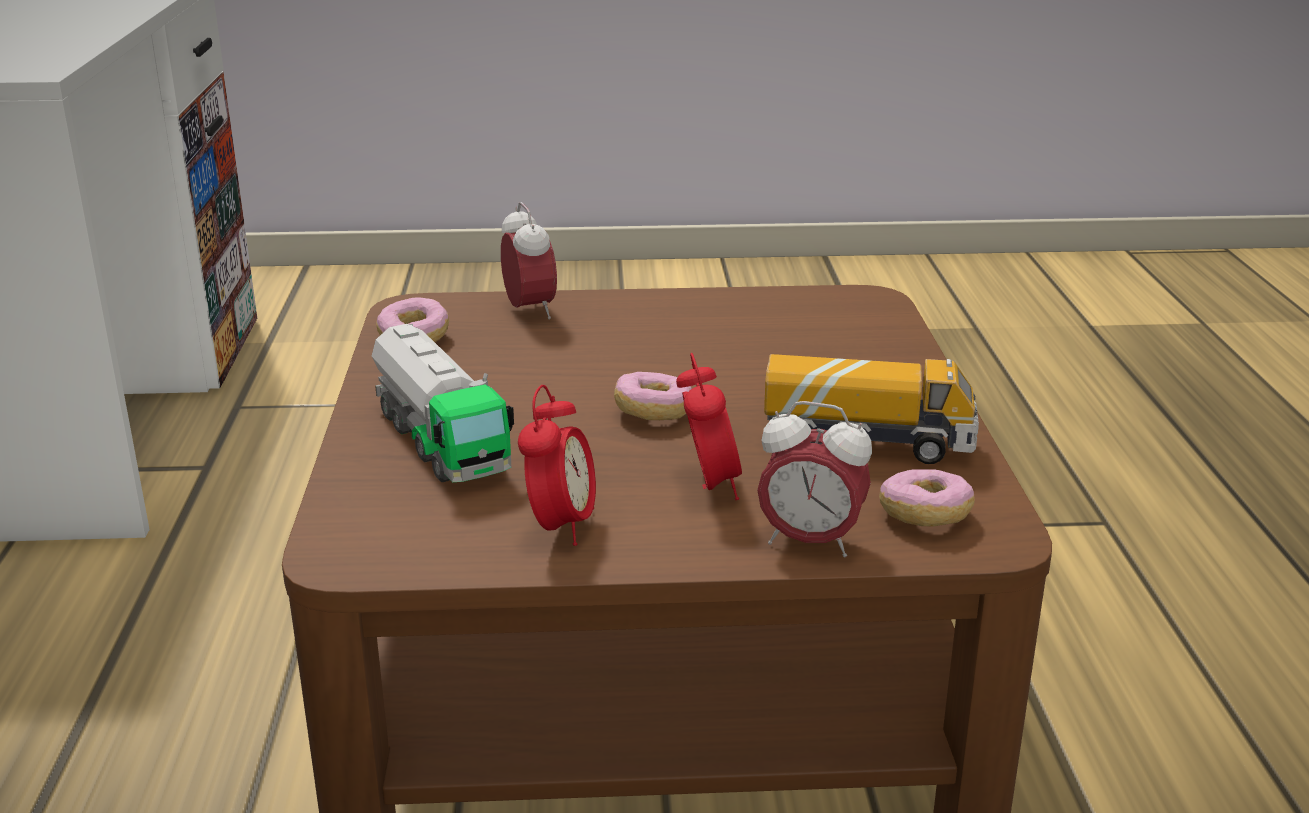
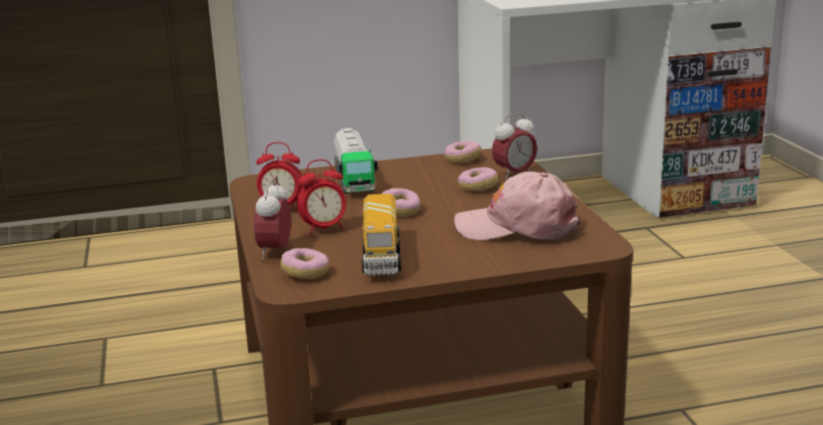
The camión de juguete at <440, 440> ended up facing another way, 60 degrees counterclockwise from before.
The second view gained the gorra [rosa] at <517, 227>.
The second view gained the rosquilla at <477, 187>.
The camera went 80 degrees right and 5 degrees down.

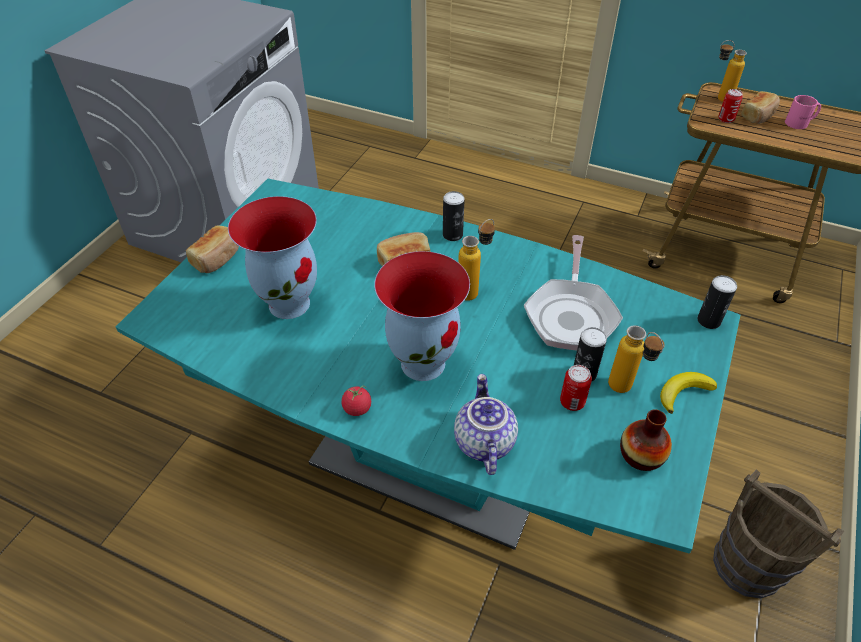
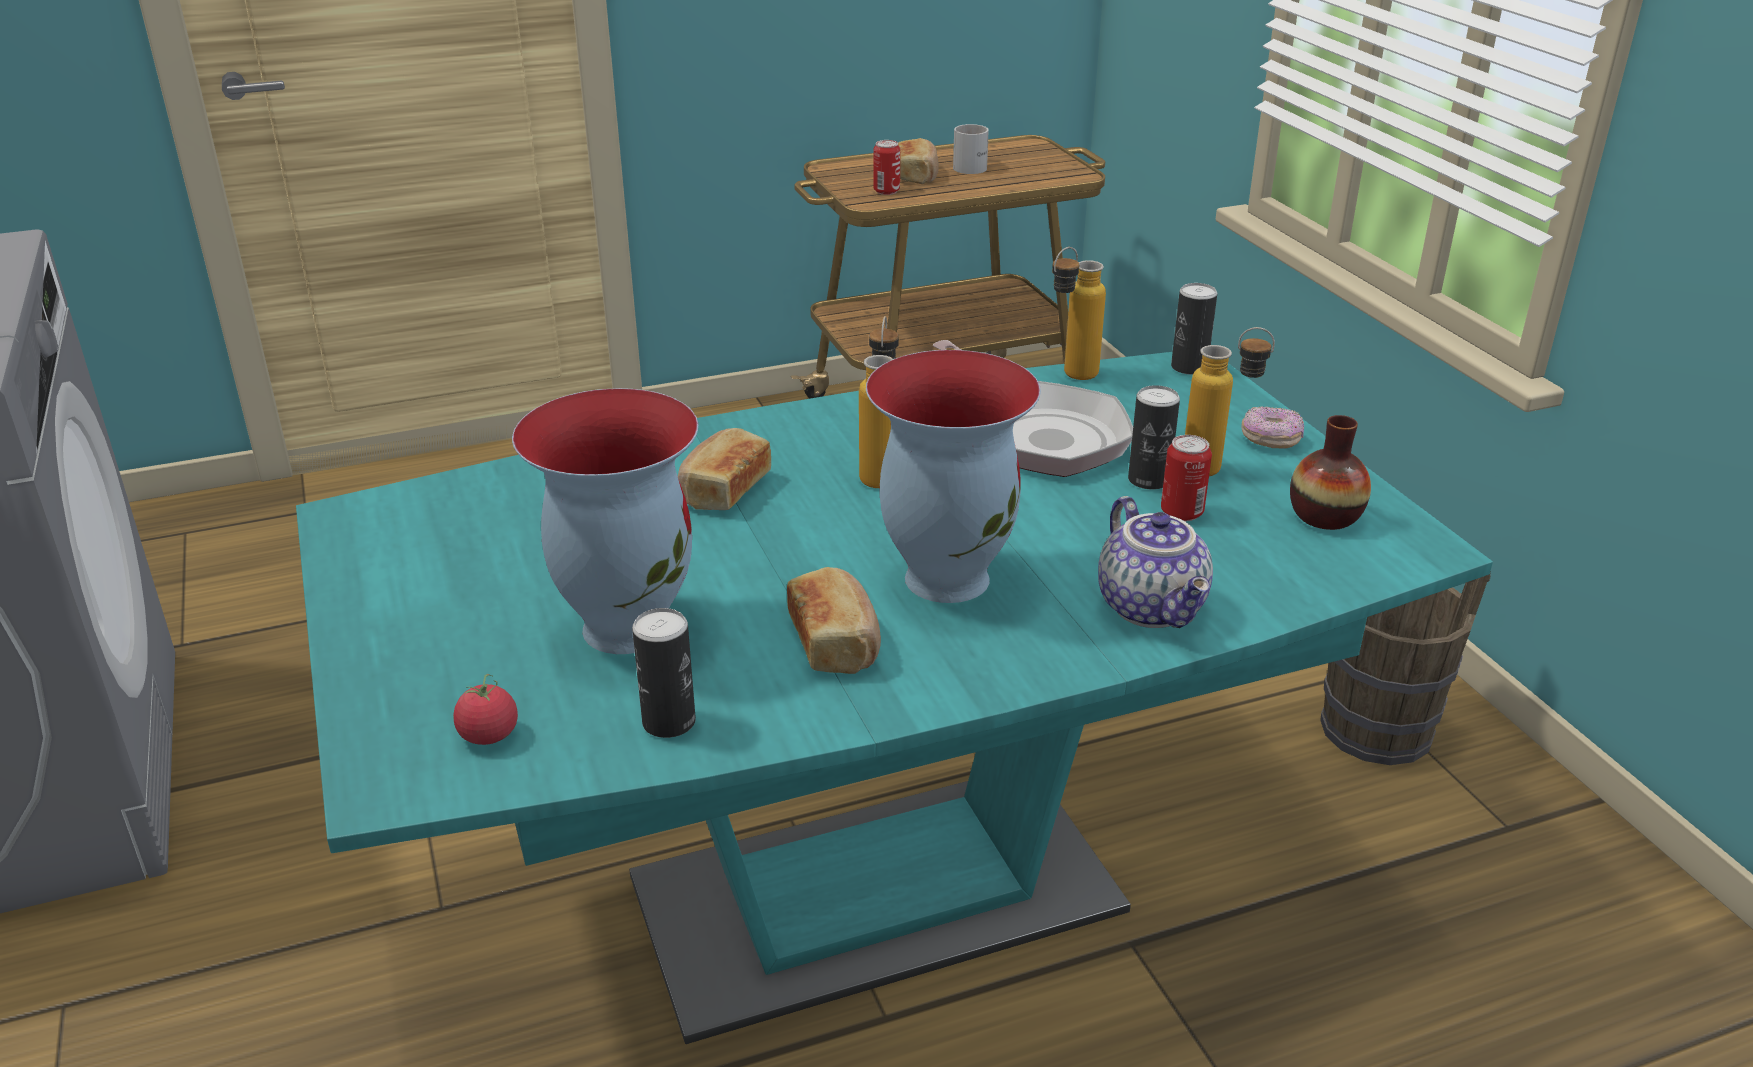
The pan ended up elsewhere, having gone from <217, 258> to <836, 642>.
The tomate ended up elsewhere, having gone from <357, 408> to <489, 735>.
The lata ended up elsewhere, having gone from <452, 235> to <669, 722>.
The tetera at <482, 442> ended up facing another way, 150 degrees counterclockwise from before.
Where the plátano stood at <683, 392>, the rosquilla came to stand at <1270, 440>.
The botella ended up elsewhere, having gone from <718, 99> to <1070, 377>.
What was the taza grande [rosa] at <800, 123> turned into the taza grande [blanco] at <974, 166>.
The camera went 45 degrees left and 15 degrees down.

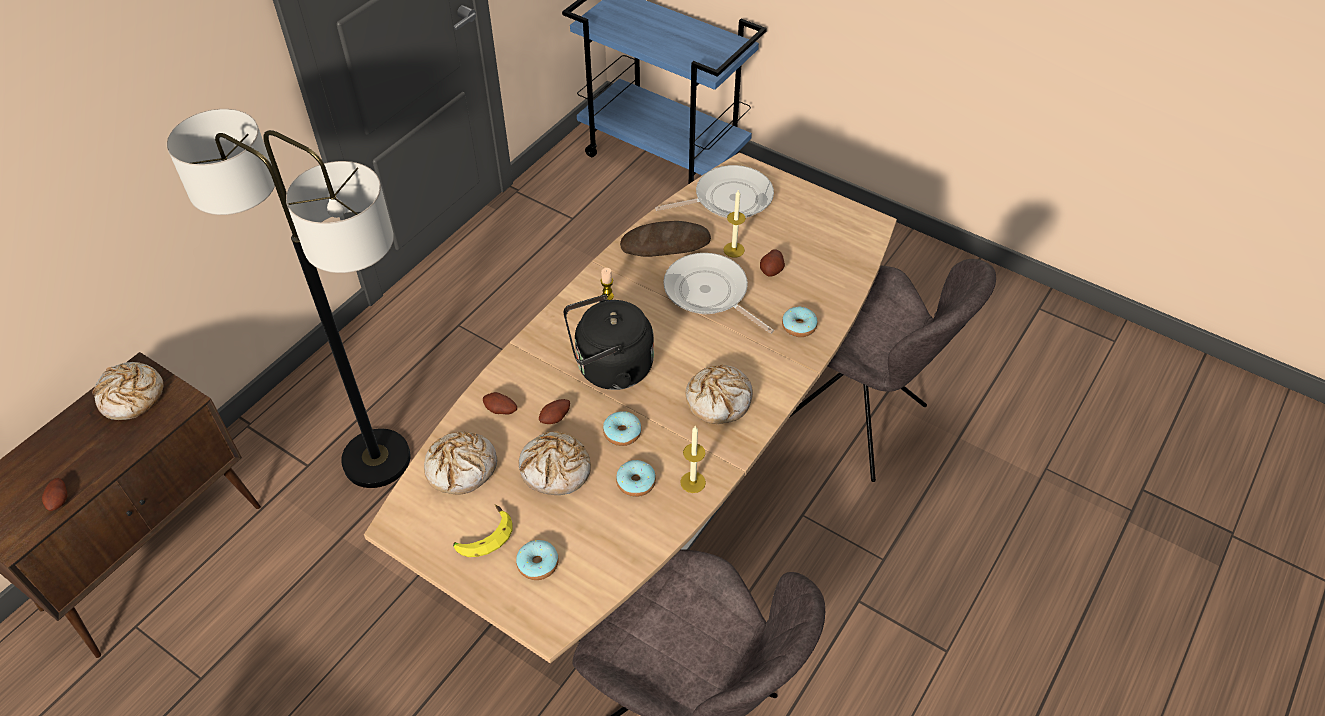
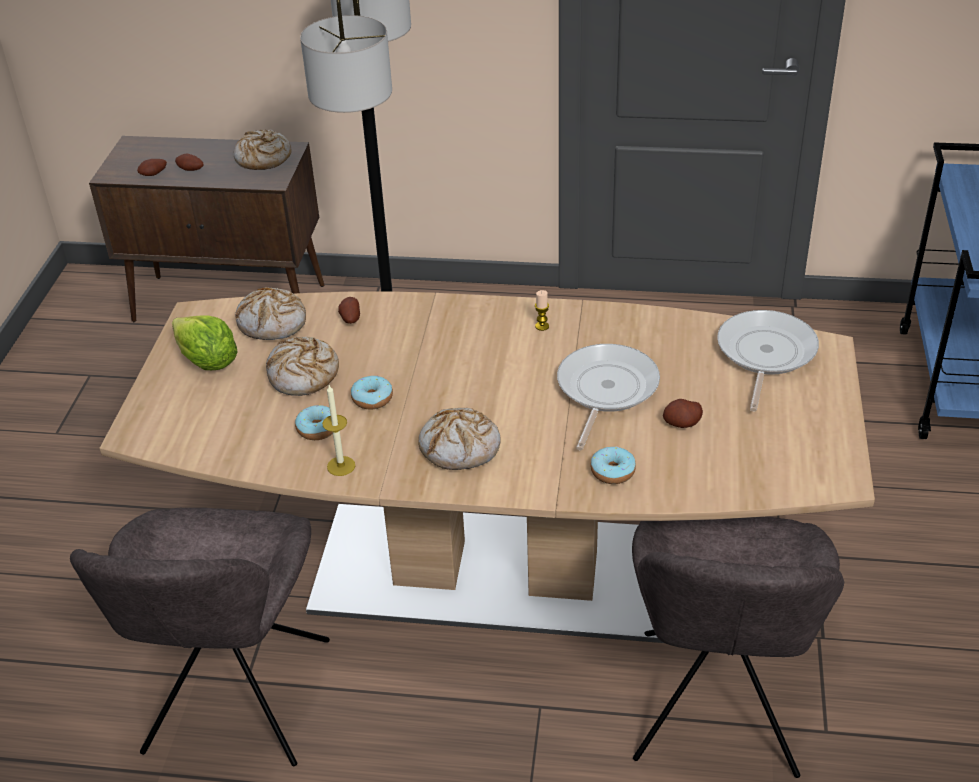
Where the plátano stood at <483, 535>, the lechuga came to stand at <208, 362>.
The second view lost the rosquilla at <538, 564>.
The patata ended up elsewhere, having gone from <556, 418> to <190, 170>.
The second view lost the hervidor [negro] at <610, 368>.
The second view lost the pan at <665, 244>.
The sartén at <728, 199> ended up facing another way, 120 degrees counterclockwise from before.
The second view lost the vela at <734, 250>.
The camera went 65 degrees right and 10 degrees down.

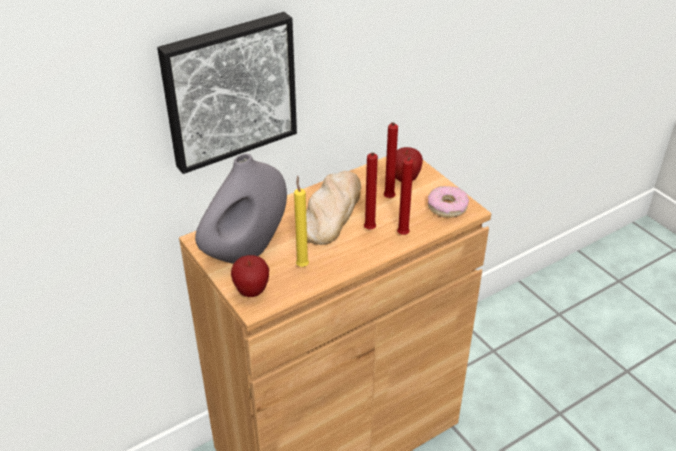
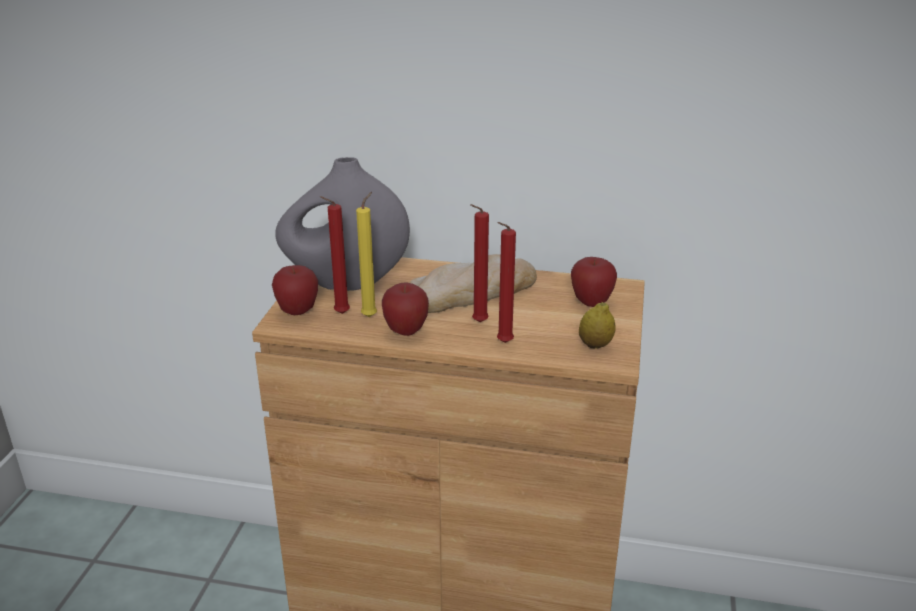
The second view lost the cuadro at <229, 90>.
The vela [rojo] ended up elsewhere, having gone from <388, 199> to <339, 314>.
Where the rosquilla stood at <447, 207>, the limón came to stand at <595, 345>.
The second view gained the manzana at <406, 331>.
The camera went 45 degrees right and 10 degrees down.

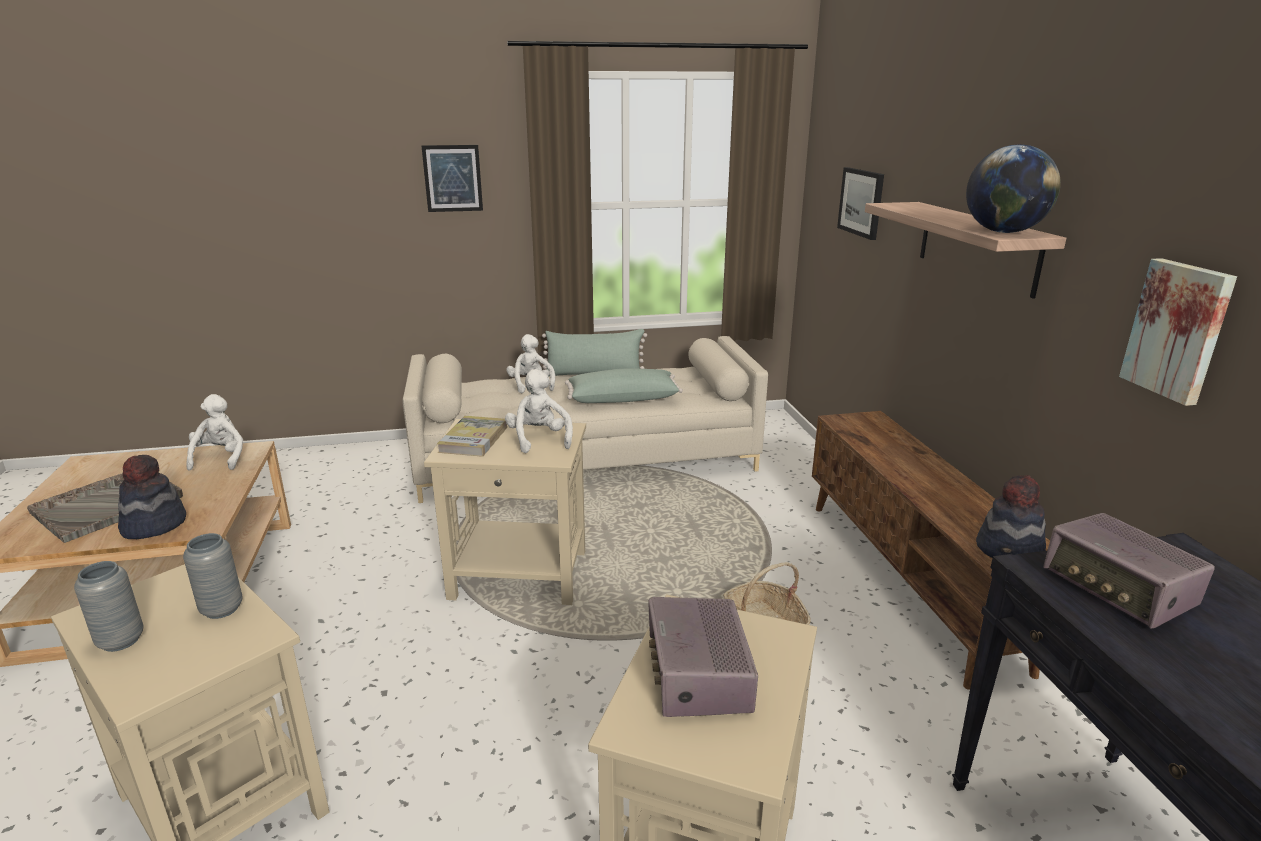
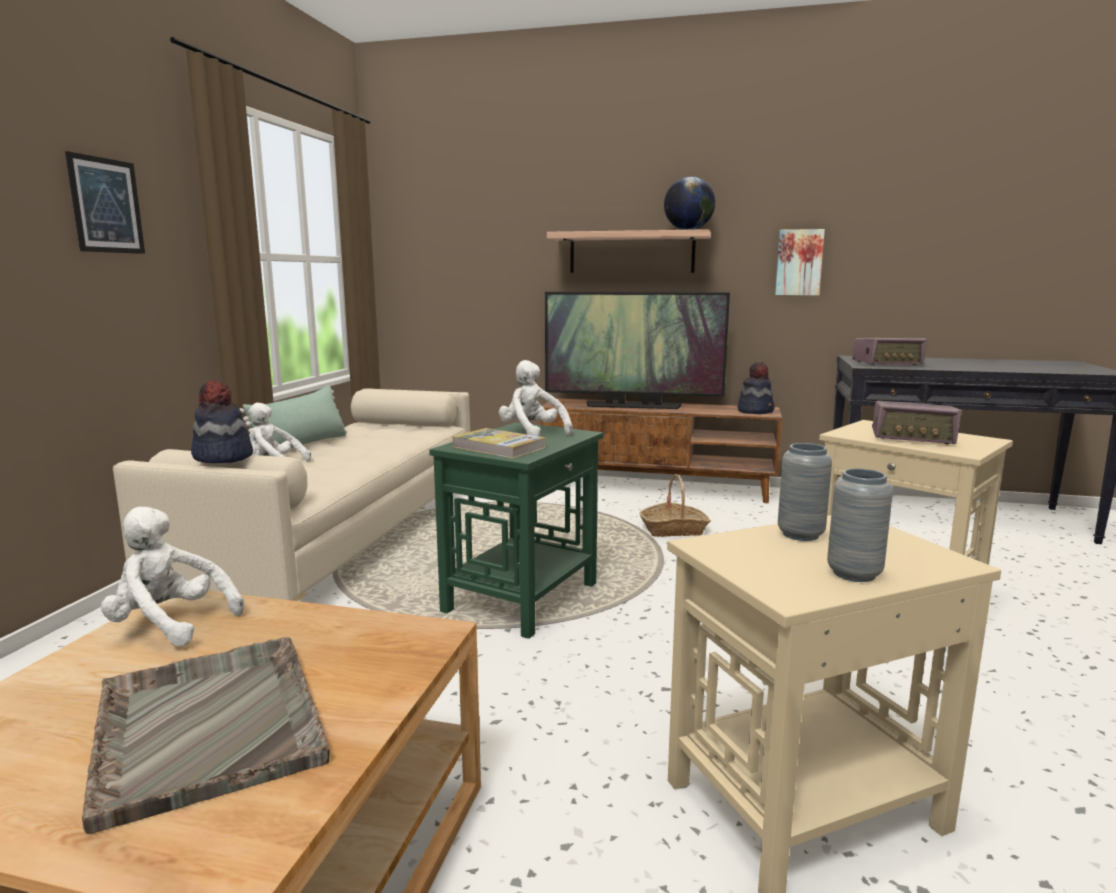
The sombrero ended up elsewhere, having gone from <154, 525> to <222, 457>.
What was the mesa auxiliar [beis] at <518, 575> turned into the mesa auxiliar [verde] at <522, 598>.
The peluche [blanco] at <539, 439> ended up facing another way, 45 degrees clockwise from before.
The second view lost the cojín [verde] at <622, 398>.
The second view lost the cuadro at <861, 202>.
The second view gained the televisor at <633, 406>.
The camera went 65 degrees left and 10 degrees down.

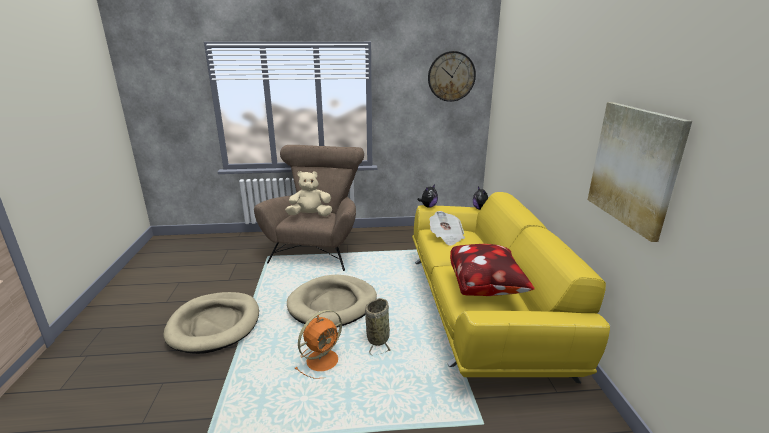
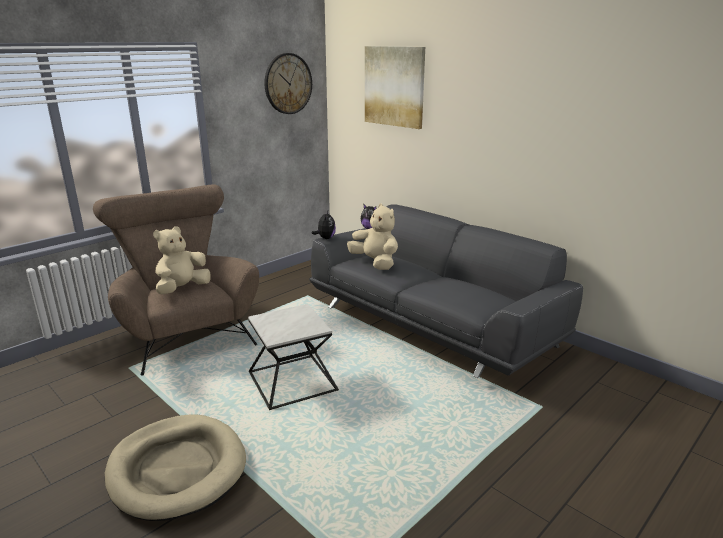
Where the cama para perro [beis] stood at <333, 304>, the mesa auxiliar came to stand at <292, 381>.
The second view lost the ventilador [naranja] at <323, 360>.
The second view lost the cesta at <378, 337>.
What was the sofá [amarillo] at <483, 309> turned into the sofá [gris] at <433, 325>.
Where the periódico stood at <446, 237>, the peluche [beis] came to stand at <375, 263>.
The second view lost the cojín at <486, 287>.
The cuadro ended up elsewhere, having gone from <634, 167> to <394, 86>.
The camera went 40 degrees left and 0 degrees up.

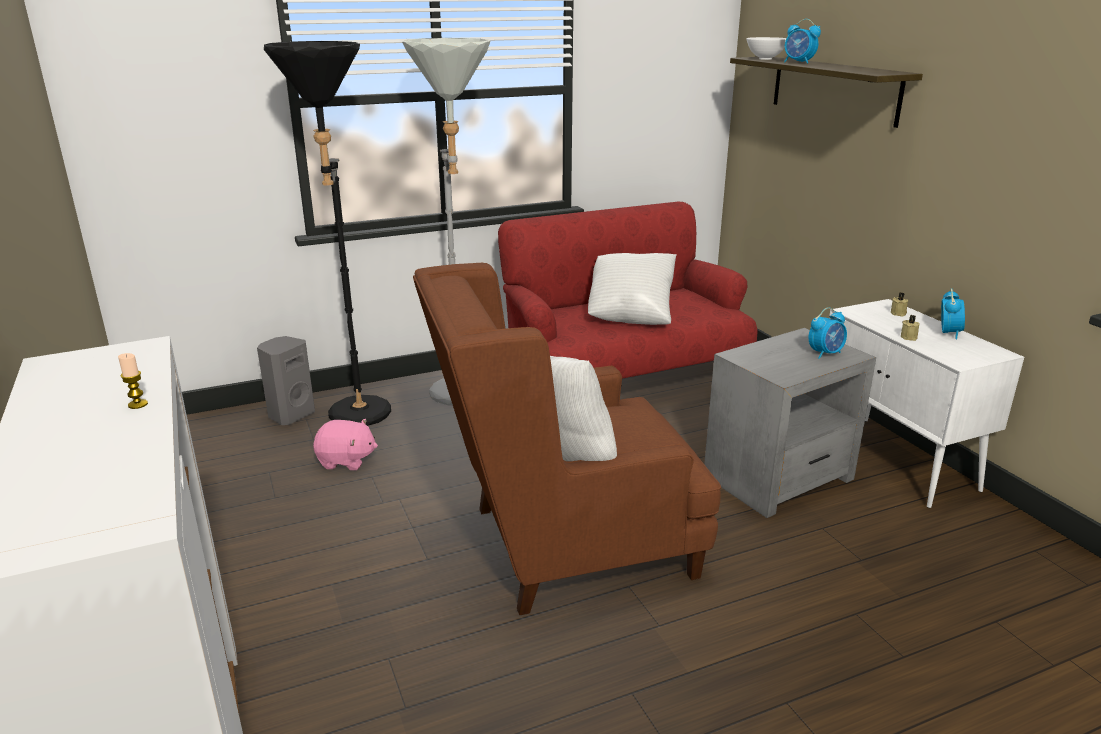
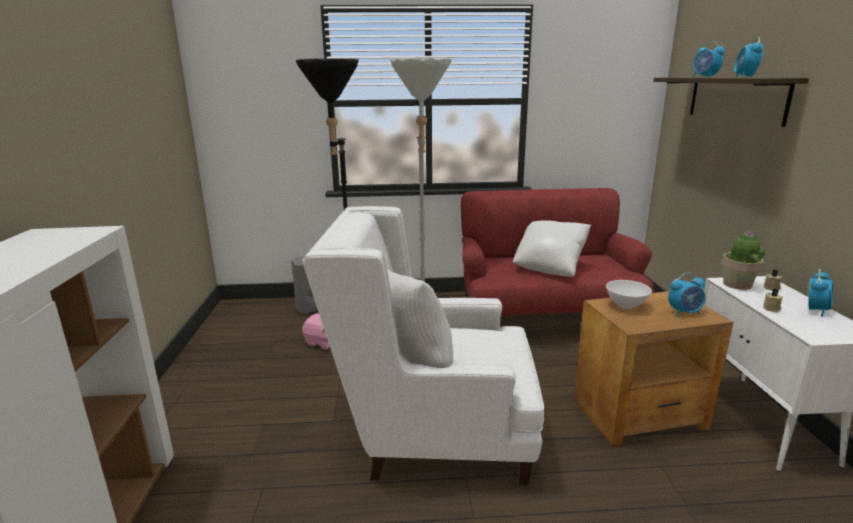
The second view lost the vela at <138, 404>.
What was the sillón [marrón] at <562, 546> turned into the sillón [blanco] at <432, 432>.
What was the mesa auxiliar [gris] at <779, 477> turned into the mesa auxiliar [marrón] at <640, 414>.
The cuenco [blanco] ended up elsewhere, having gone from <765, 59> to <626, 306>.
The second view gained the planta en maceta at <737, 285>.
The second view gained the despertador at <744, 77>.
The camera went 20 degrees right and 5 degrees down.

